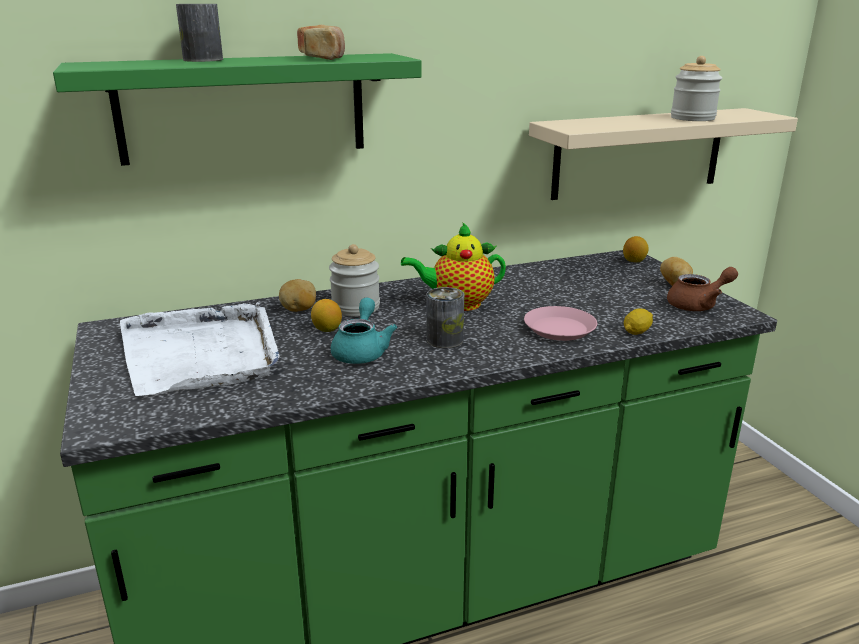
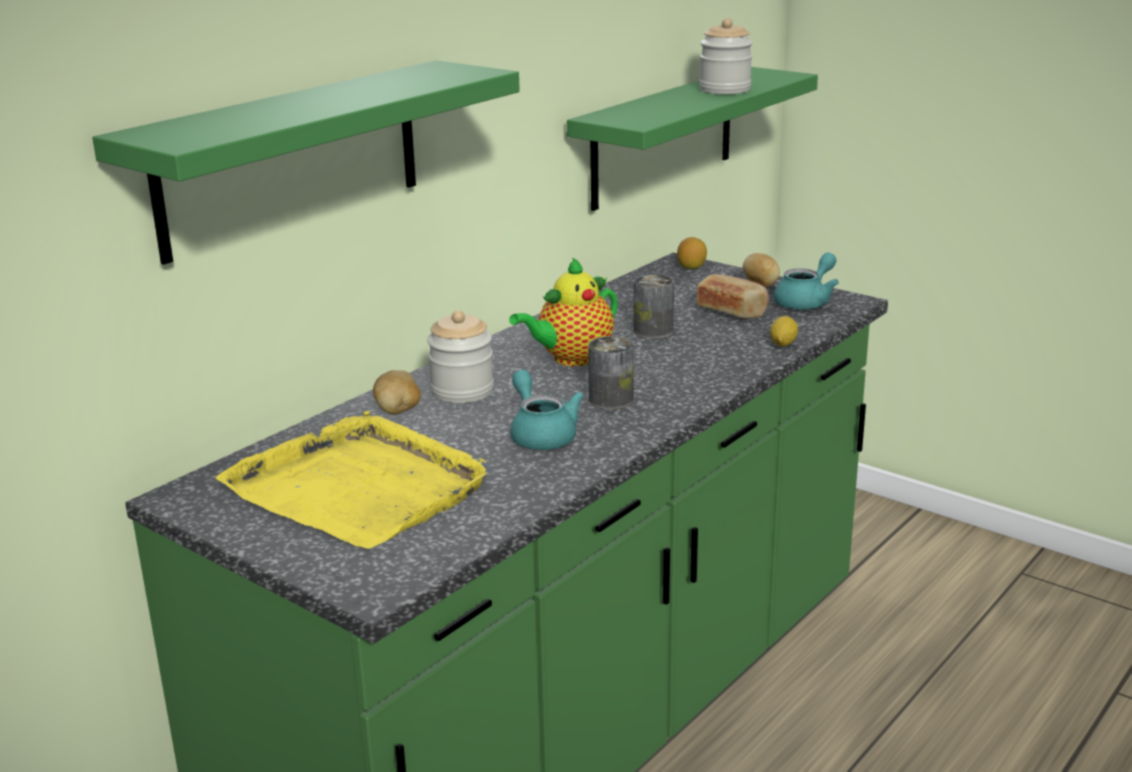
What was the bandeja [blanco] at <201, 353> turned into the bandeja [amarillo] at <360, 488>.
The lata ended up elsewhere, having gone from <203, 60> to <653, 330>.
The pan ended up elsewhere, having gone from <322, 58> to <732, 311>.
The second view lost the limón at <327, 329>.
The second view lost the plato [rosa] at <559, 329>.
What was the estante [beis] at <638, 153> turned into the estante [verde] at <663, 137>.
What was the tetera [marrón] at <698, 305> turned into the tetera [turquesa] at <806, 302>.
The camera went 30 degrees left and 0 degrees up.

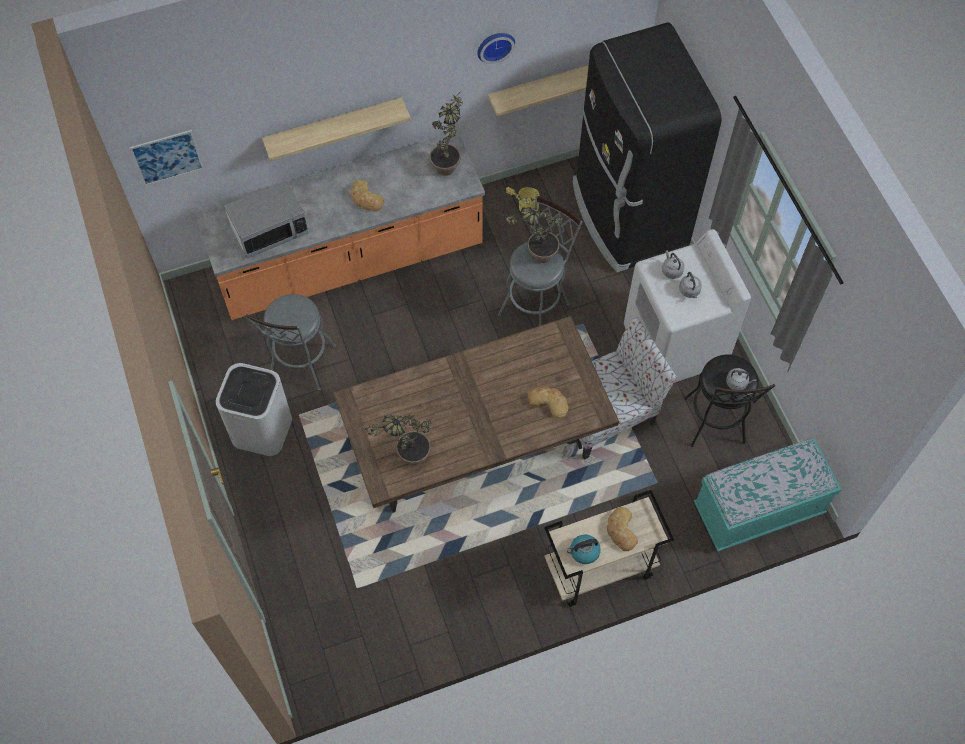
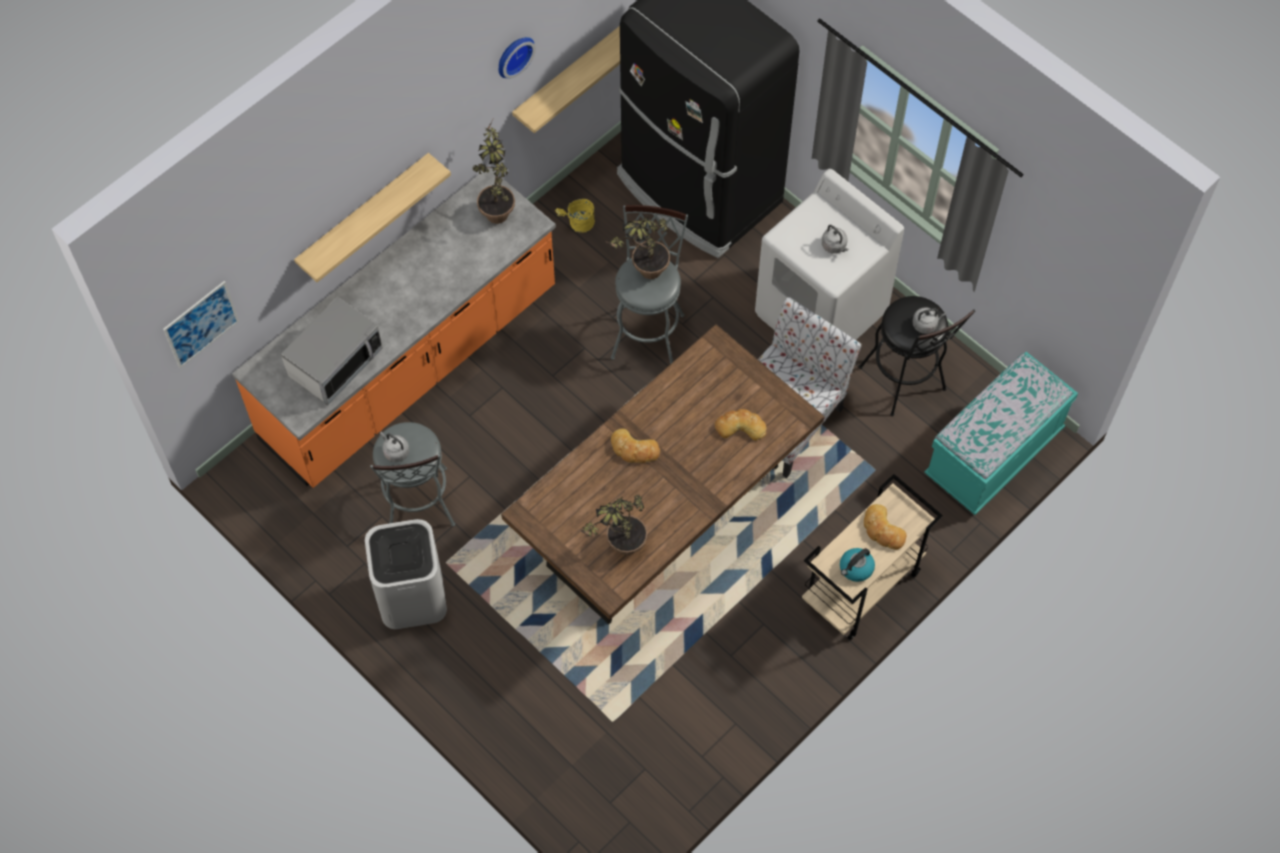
The pan ended up elsewhere, having gone from <366, 199> to <634, 449>.
The hervidor [gris] ended up elsewhere, having gone from <671, 270> to <395, 451>.
The camera went 25 degrees left and 0 degrees up.

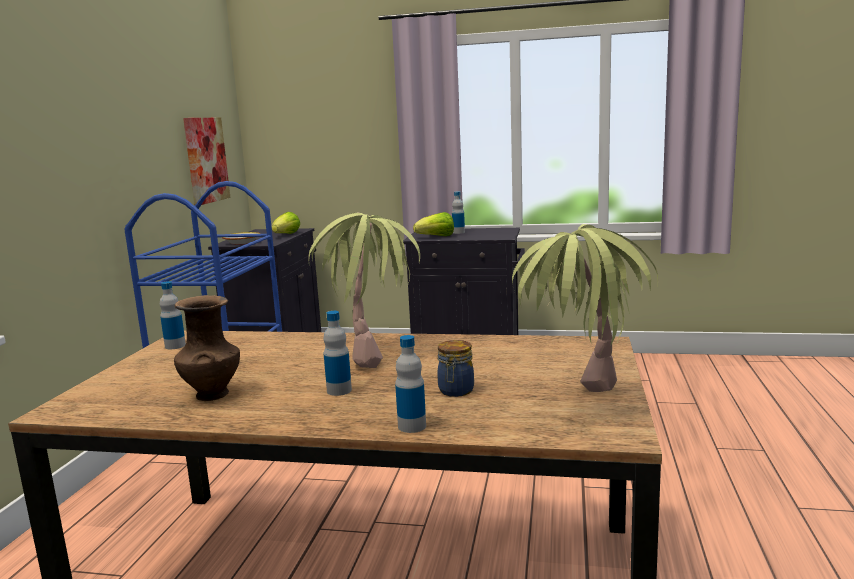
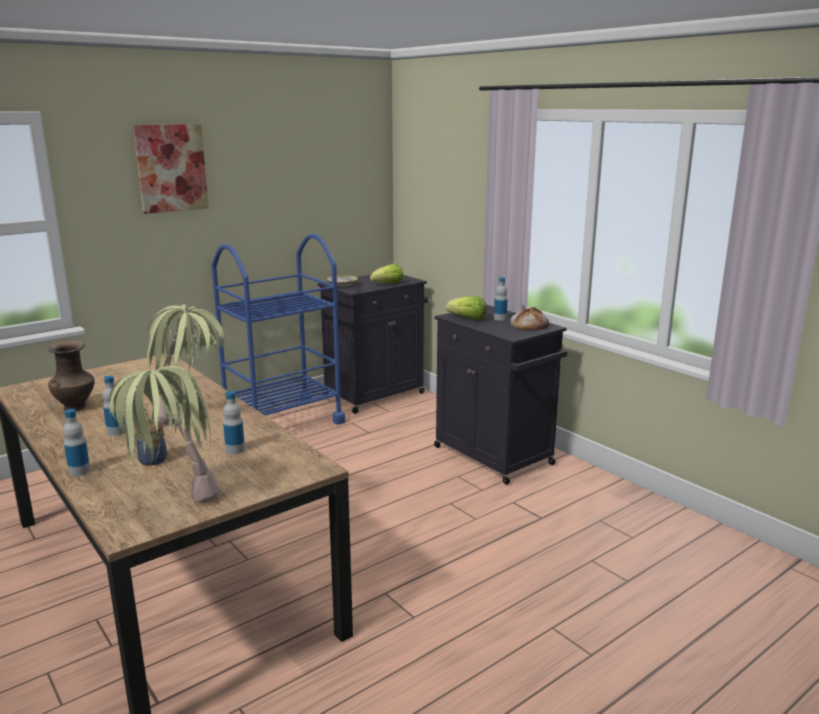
The botella ended up elsewhere, having gone from <175, 346> to <235, 450>.
The cuadro ended up elsewhere, having gone from <206, 160> to <171, 168>.
The second view gained the pan at <529, 325>.
The camera went 40 degrees right and 5 degrees up.

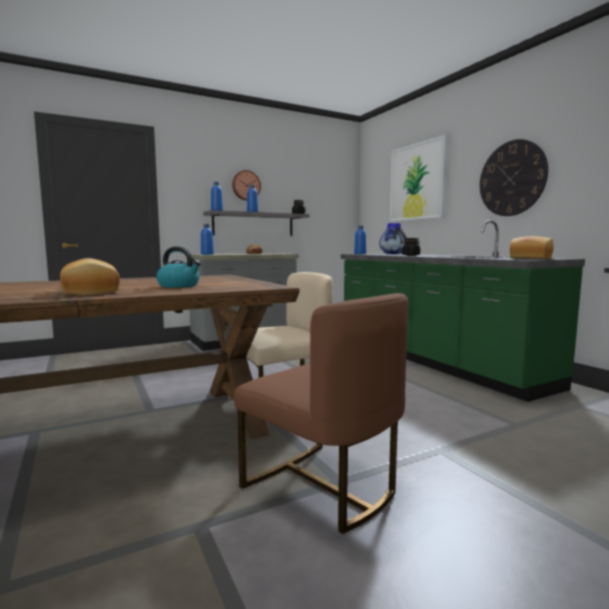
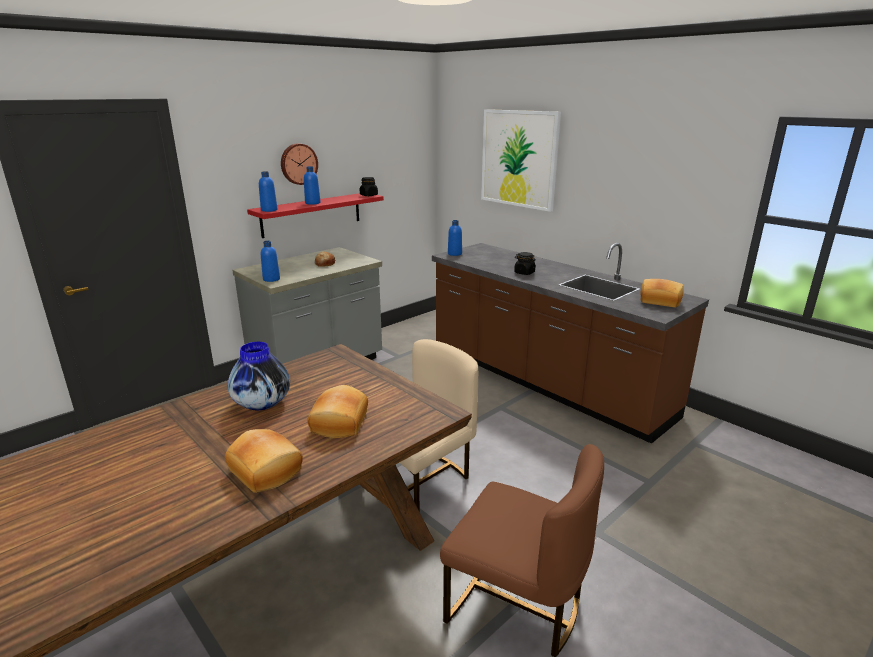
Where the hervidor stood at <179, 286>, the pan came to stand at <338, 422>.
What was the estante [gris] at <253, 224> turned into the estante [rojo] at <312, 214>.
What was the mueble bajo de cocina [verde] at <432, 360> turned into the mueble bajo de cocina [marrón] at <544, 382>.
The florero ended up elsewhere, having gone from <393, 254> to <262, 403>.
The second view lost the reloj de pared at <512, 178>.
The camera went 15 degrees left and 15 degrees up.

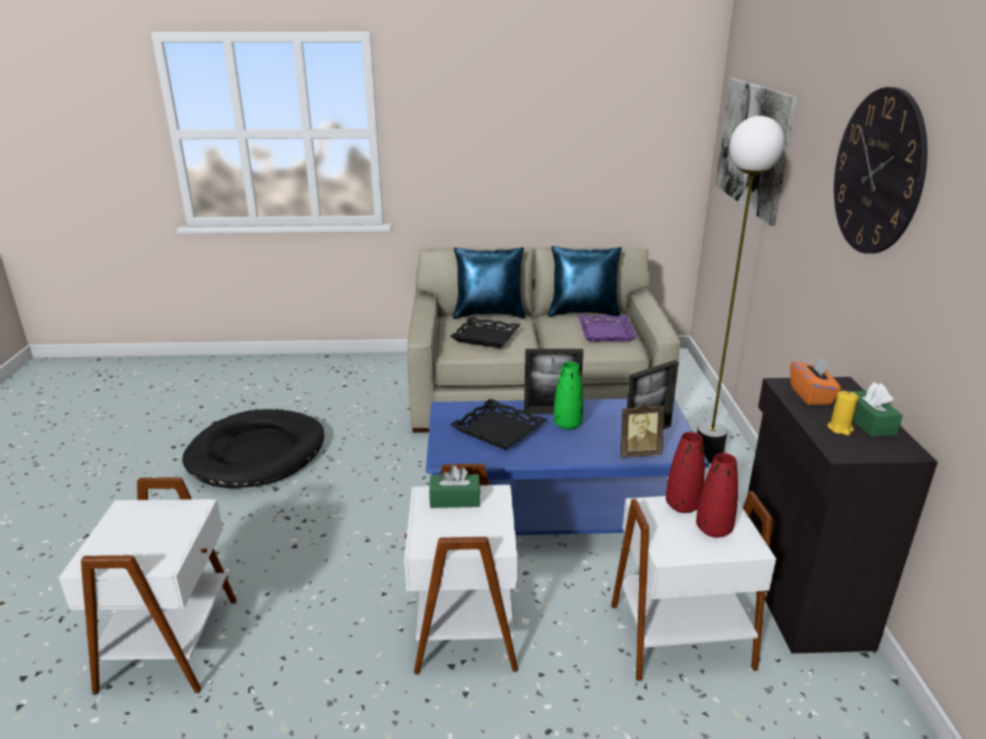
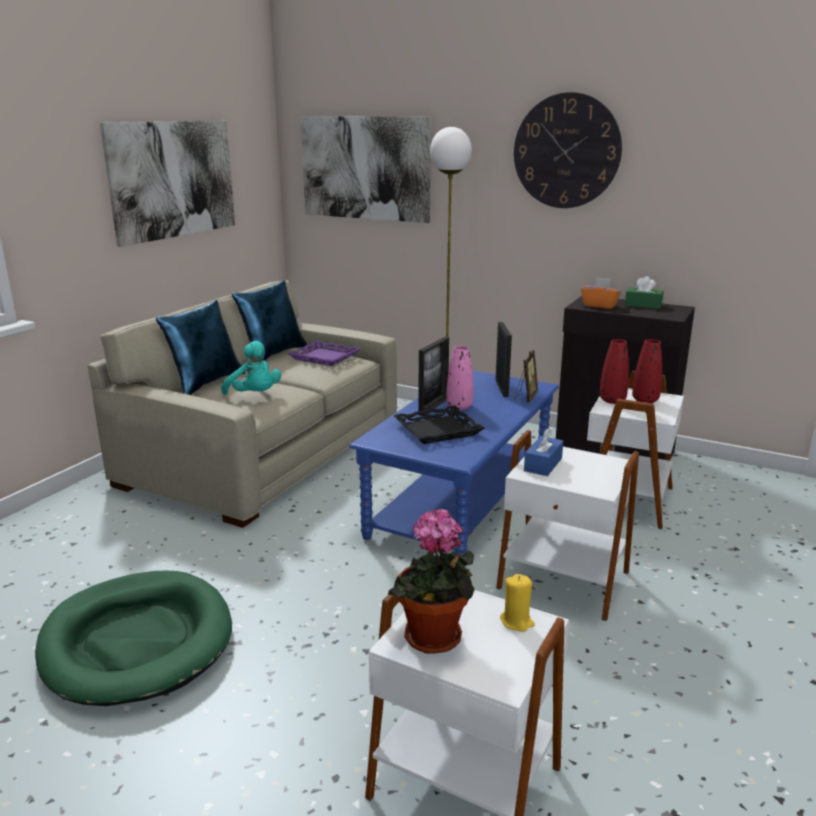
What was the cama para perro [negro] at <257, 453> turned into the cama para perro [verde] at <137, 641>.
What was the caja de pañuelos [verde] at <455, 499> turned into the caja de pañuelos [azul] at <543, 464>.
Where the bandeja [negro] stood at <485, 337>, the peluche [turquesa] came to stand at <254, 395>.
What was the florero [verde] at <567, 424> turned into the florero [rosa] at <459, 406>.
The vela [amarillo] ended up elsewhere, having gone from <840, 428> to <517, 622>.
The second view gained the cuadro at <173, 179>.
The second view gained the planta en maceta at <434, 641>.
The camera went 60 degrees left and 5 degrees down.

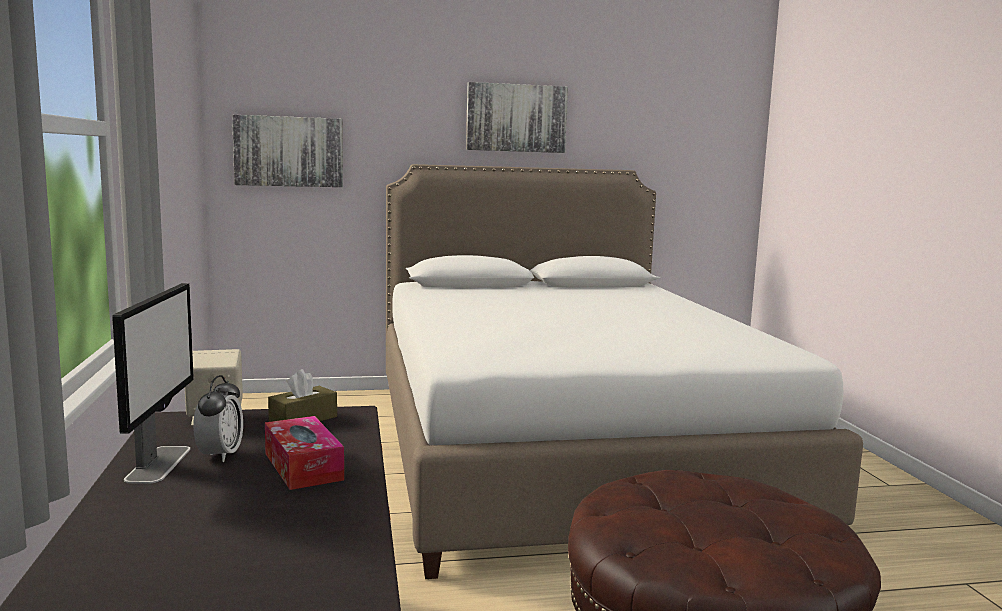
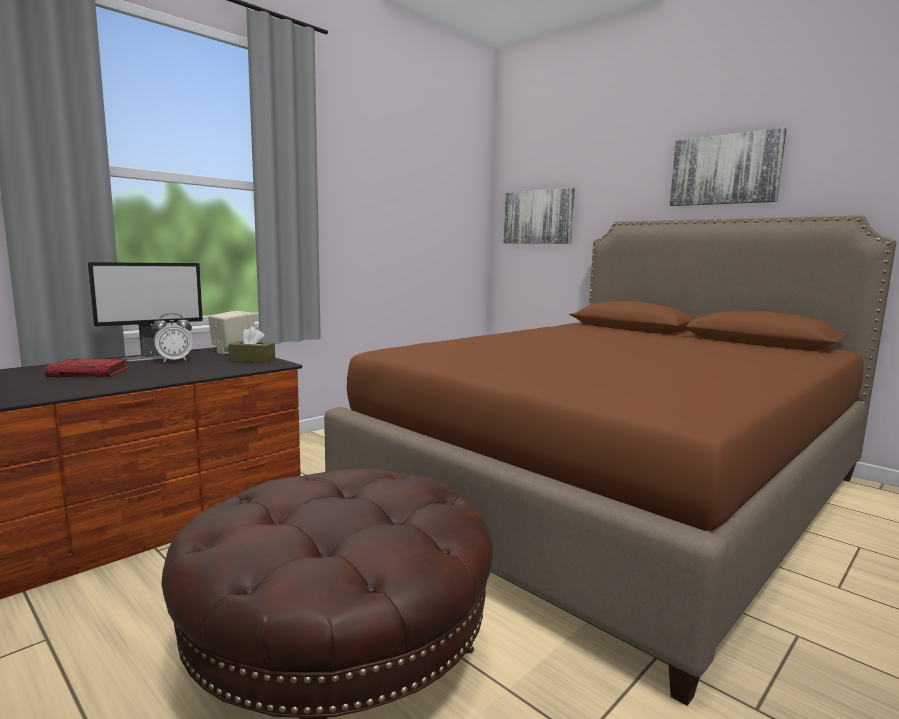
The second view lost the caja de pañuelos at <303, 466>.
What was the cama [blanco] at <562, 452> turned into the cama [marrón] at <614, 492>.
The second view gained the libro [rojo] at <89, 373>.
The camera went 55 degrees right and 0 degrees up.

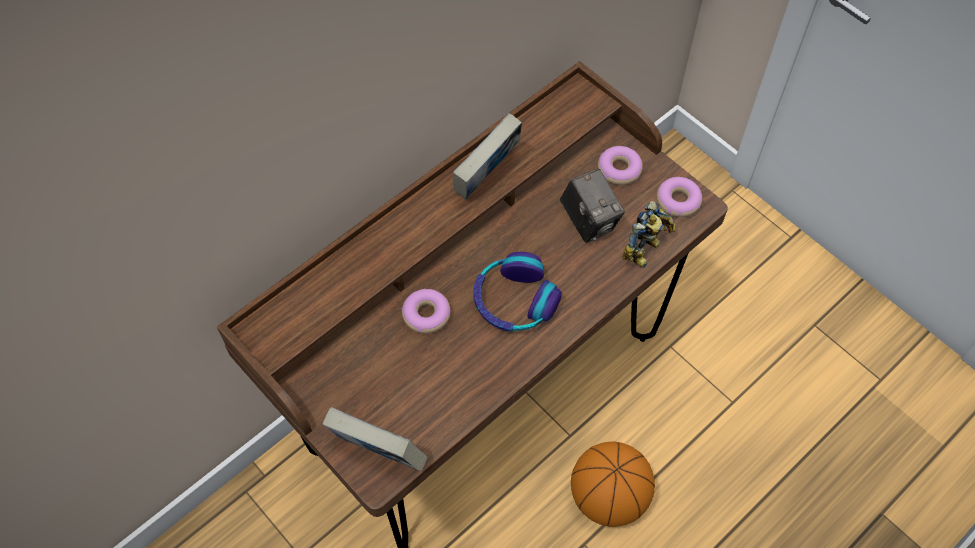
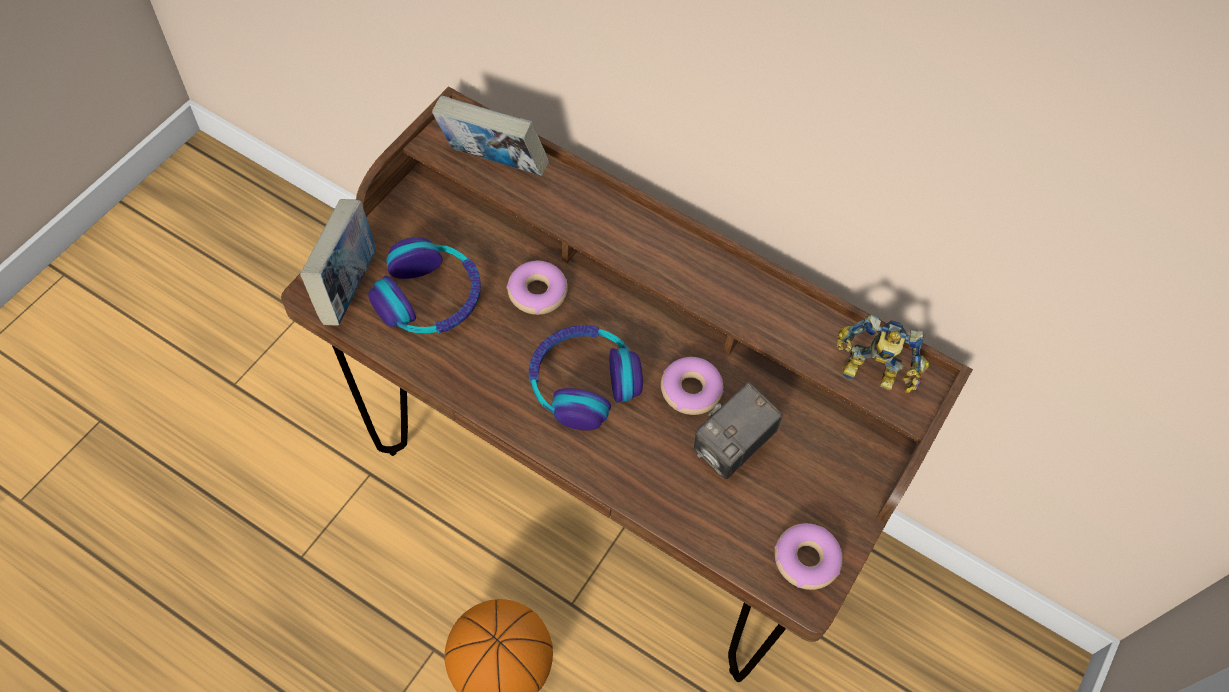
The libro ended up elsewhere, having gone from <487, 177> to <492, 164>.
The rosquilla ended up elsewhere, having gone from <619, 169> to <691, 390>.
The robot de juguete ended up elsewhere, having gone from <645, 250> to <871, 375>.
The second view gained the auriculares at <429, 298>.
The camera went 70 degrees right and 0 degrees up.

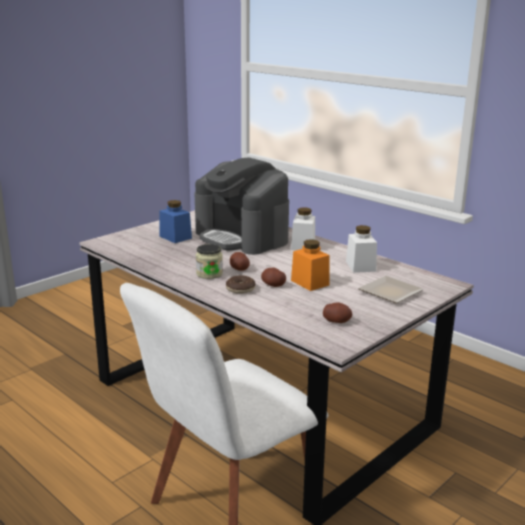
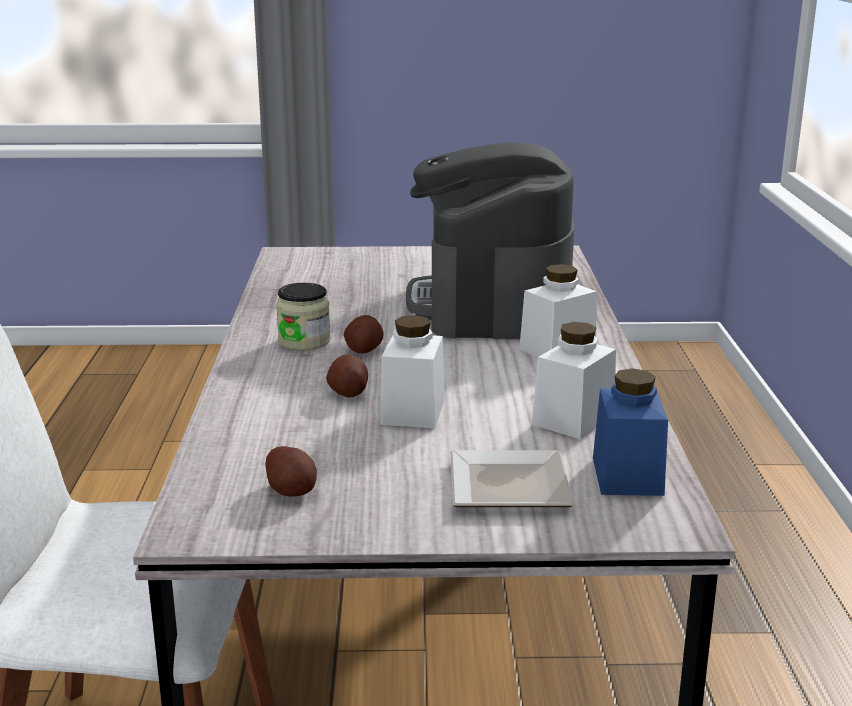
The tarro [azul] ended up elsewhere, having gone from <175, 237> to <627, 476>.
The second view lost the rosquilla at <240, 289>.
What was the tarro [naranja] at <310, 283> turned into the tarro [blanco] at <413, 411>.
The camera went 45 degrees right and 0 degrees up.

